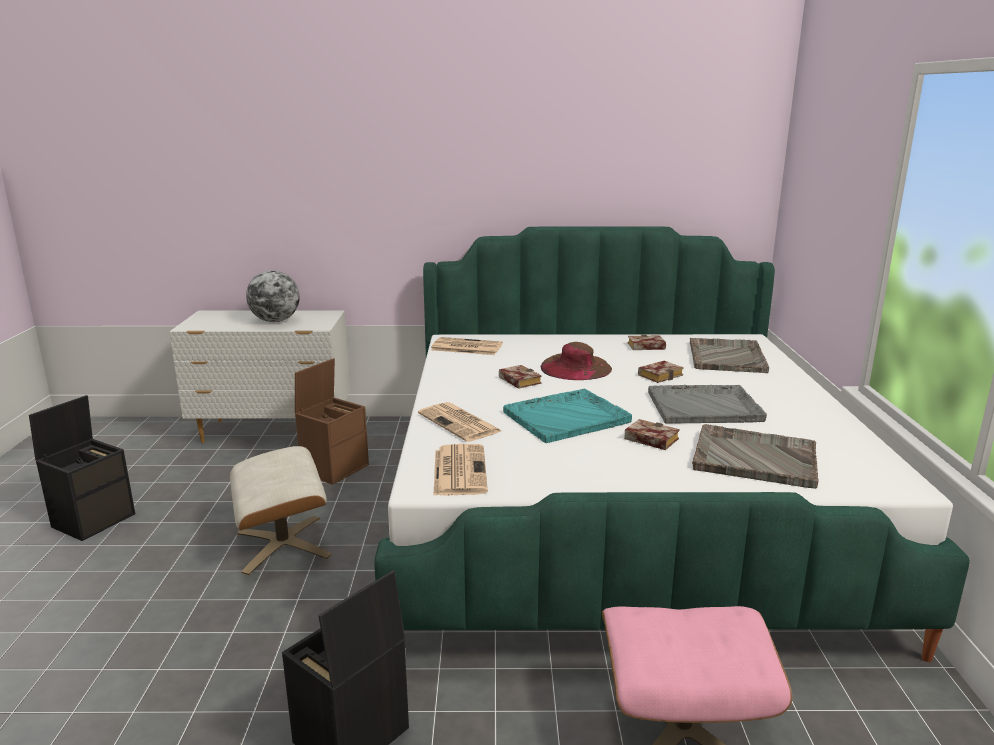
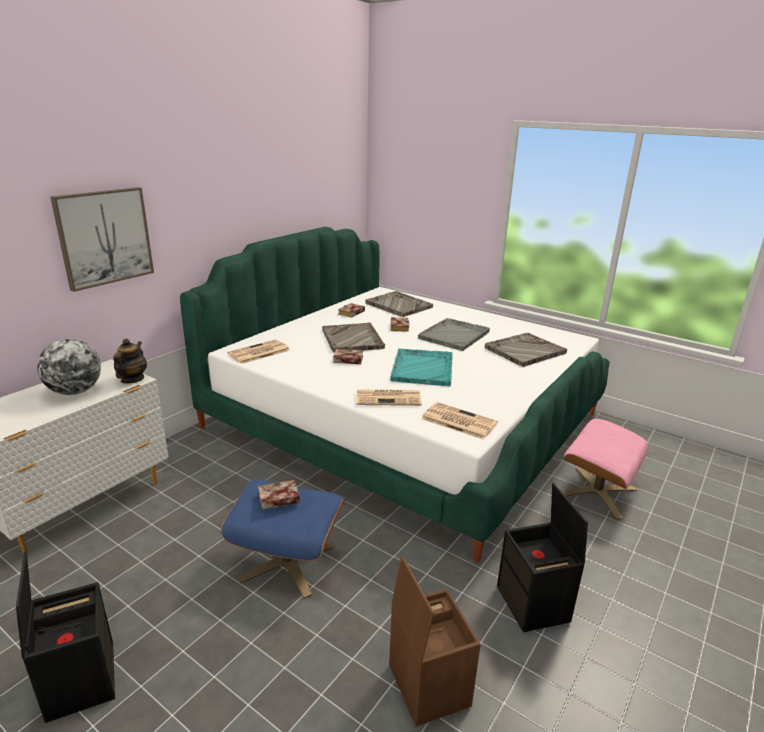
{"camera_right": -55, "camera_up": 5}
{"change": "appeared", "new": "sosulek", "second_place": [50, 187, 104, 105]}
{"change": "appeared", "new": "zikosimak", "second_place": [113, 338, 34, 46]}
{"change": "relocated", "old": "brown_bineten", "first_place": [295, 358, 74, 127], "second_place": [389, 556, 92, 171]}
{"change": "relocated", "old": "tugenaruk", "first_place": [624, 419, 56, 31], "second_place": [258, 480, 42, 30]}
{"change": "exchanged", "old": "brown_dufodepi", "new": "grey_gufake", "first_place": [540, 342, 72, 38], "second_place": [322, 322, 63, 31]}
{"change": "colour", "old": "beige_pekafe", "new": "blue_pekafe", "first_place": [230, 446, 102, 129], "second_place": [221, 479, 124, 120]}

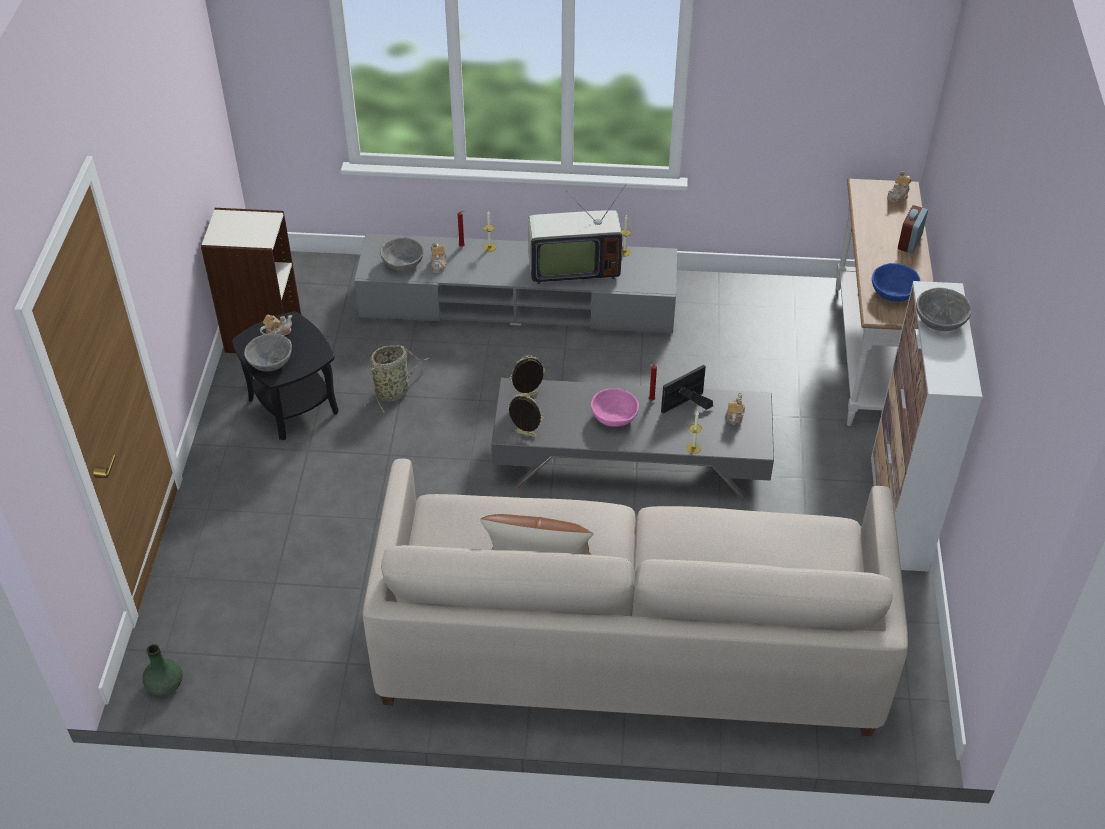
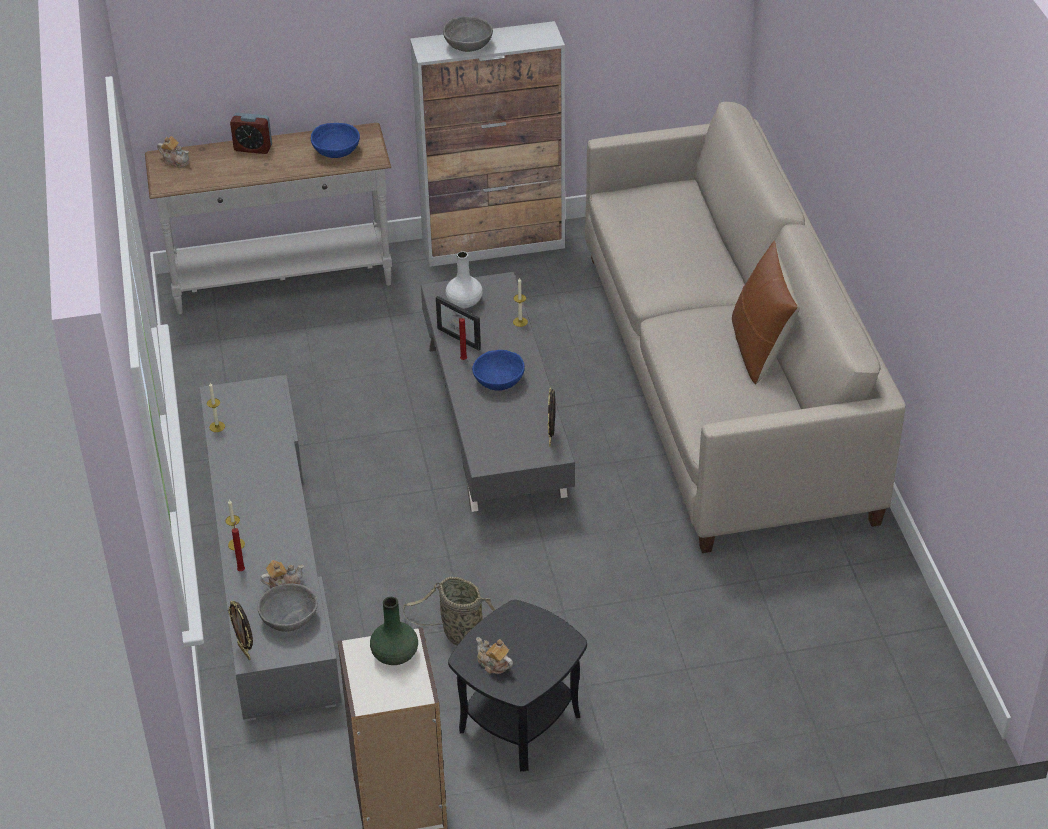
{"camera_right": -105, "camera_up": -5}
{"change": "missing", "old": "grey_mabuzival", "first_place": [244, 333, 48, 38]}
{"change": "missing", "old": "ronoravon", "first_place": [528, 184, 98, 100]}
{"change": "relocated", "old": "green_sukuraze", "first_place": [142, 644, 41, 52], "second_place": [370, 597, 48, 68]}
{"change": "relocated", "old": "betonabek", "first_place": [509, 355, 36, 42], "second_place": [228, 601, 25, 59]}
{"change": "exchanged", "old": "zikosimak", "new": "white_sukuraze", "first_place": [725, 393, 20, 32], "second_place": [446, 251, 37, 57]}
{"change": "colour", "old": "pink_mabuzival", "new": "blue_mabuzival", "first_place": [591, 388, 48, 39], "second_place": [472, 350, 53, 41]}

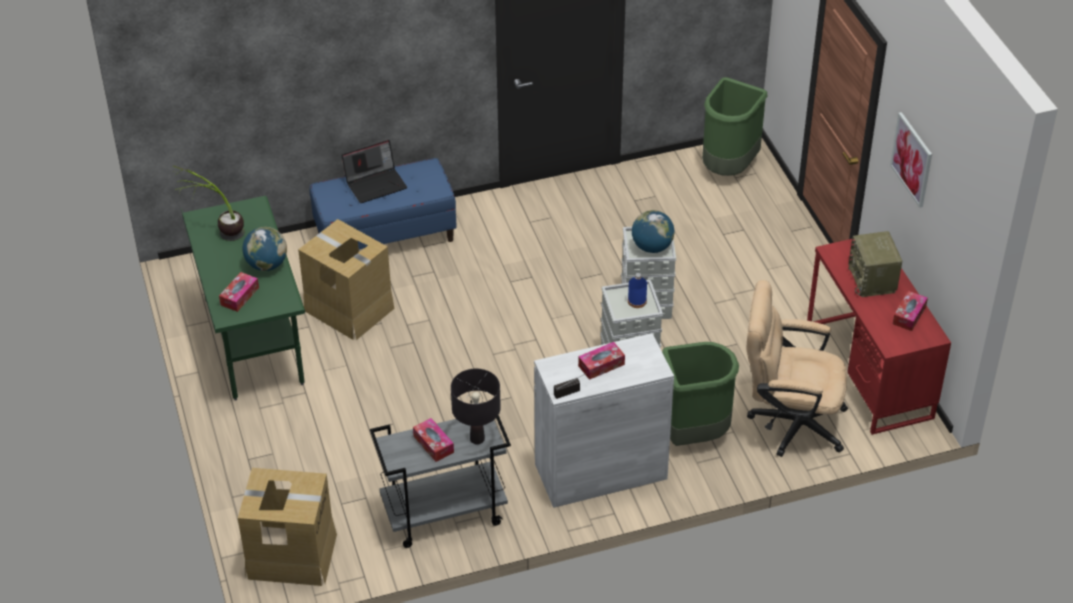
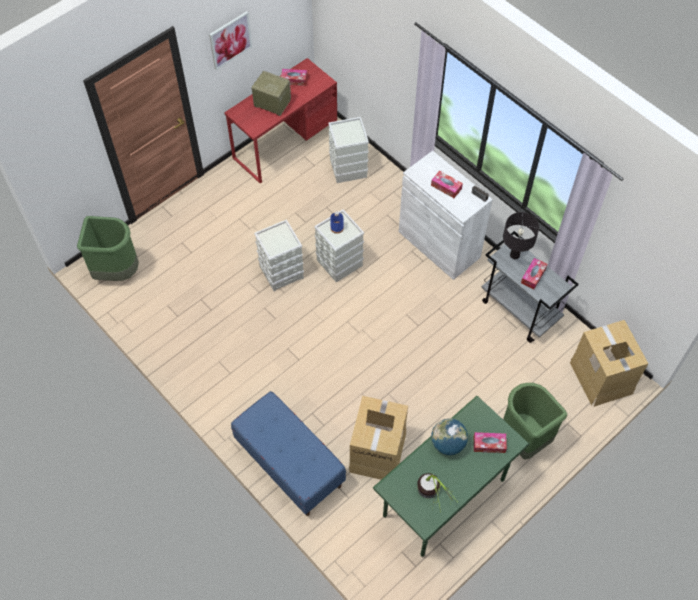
{"camera_right": -115, "camera_up": 15}
{"change": "missing", "old": "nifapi", "first_place": [342, 140, 65, 63]}
{"change": "missing", "old": "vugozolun", "first_place": [632, 210, 42, 43]}
{"change": "relocated", "old": "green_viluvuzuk", "first_place": [662, 342, 77, 104], "second_place": [503, 383, 64, 76]}
{"change": "exchanged", "old": "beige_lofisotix", "new": "grey_bineten", "first_place": [747, 280, 101, 177], "second_place": [329, 117, 40, 66]}
{"change": "spun", "old": "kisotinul", "first_place": [848, 231, 54, 66], "second_place": [251, 71, 40, 45], "degrees": -120}

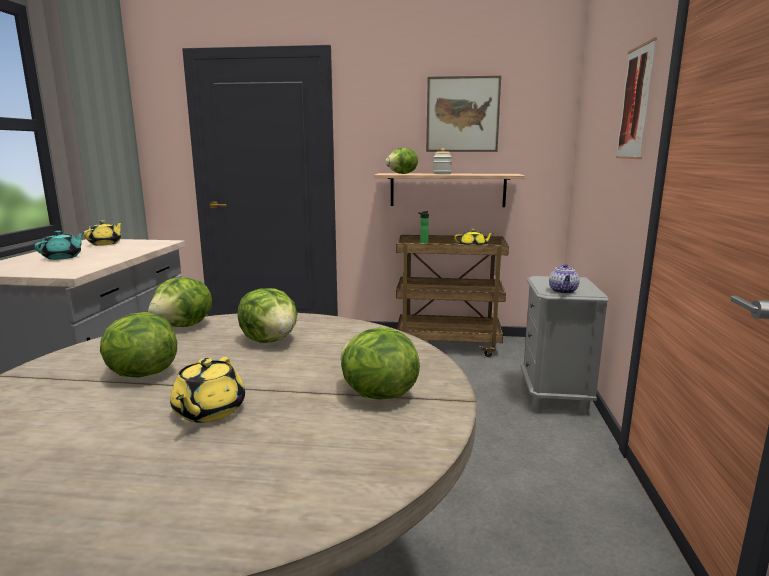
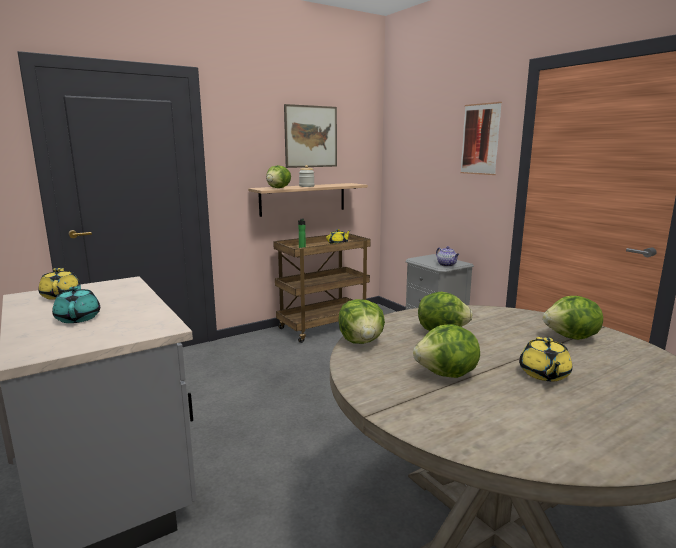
{"camera_right": -40, "camera_up": 0}
{"change": "spun", "old": "yellow_zikosimak", "first_place": [170, 357, 75, 66], "second_place": [519, 337, 53, 44], "degrees": 45}

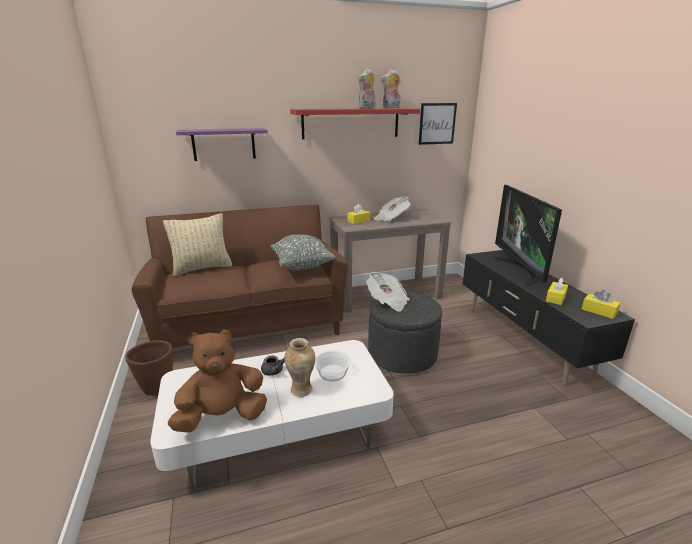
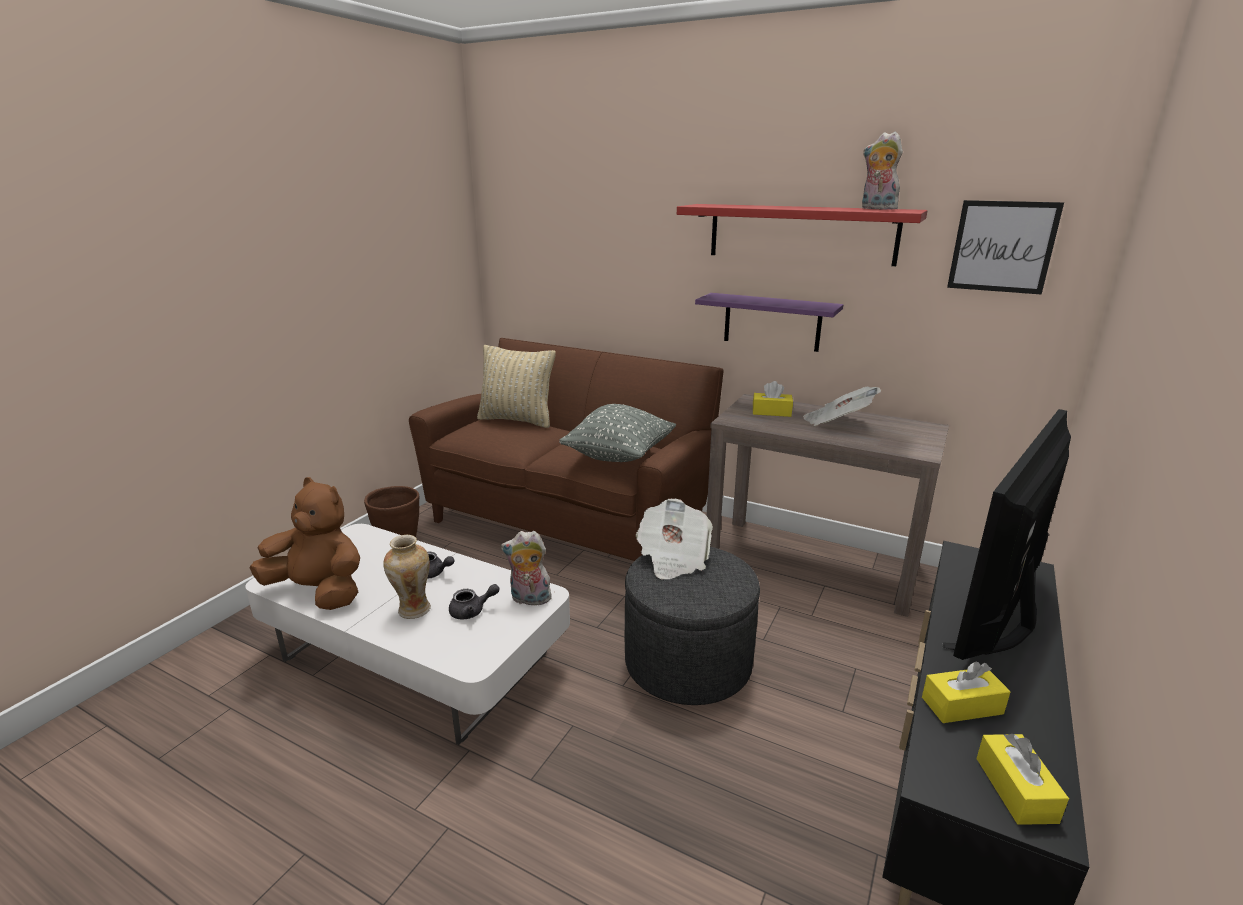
{"camera_right": 45, "camera_up": 0}
{"change": "relocated", "old": "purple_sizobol", "first_place": [176, 128, 92, 33], "second_place": [695, 293, 148, 59]}
{"change": "relocated", "old": "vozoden", "first_place": [358, 69, 17, 40], "second_place": [501, 531, 51, 75]}
{"change": "exchanged", "old": "mabuzival", "new": "grey_zikosimak", "first_place": [314, 351, 37, 30], "second_place": [449, 584, 51, 36]}

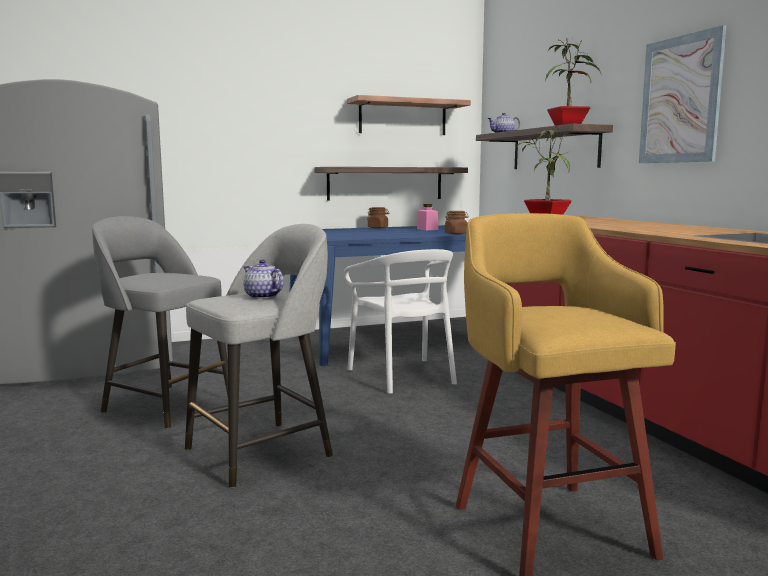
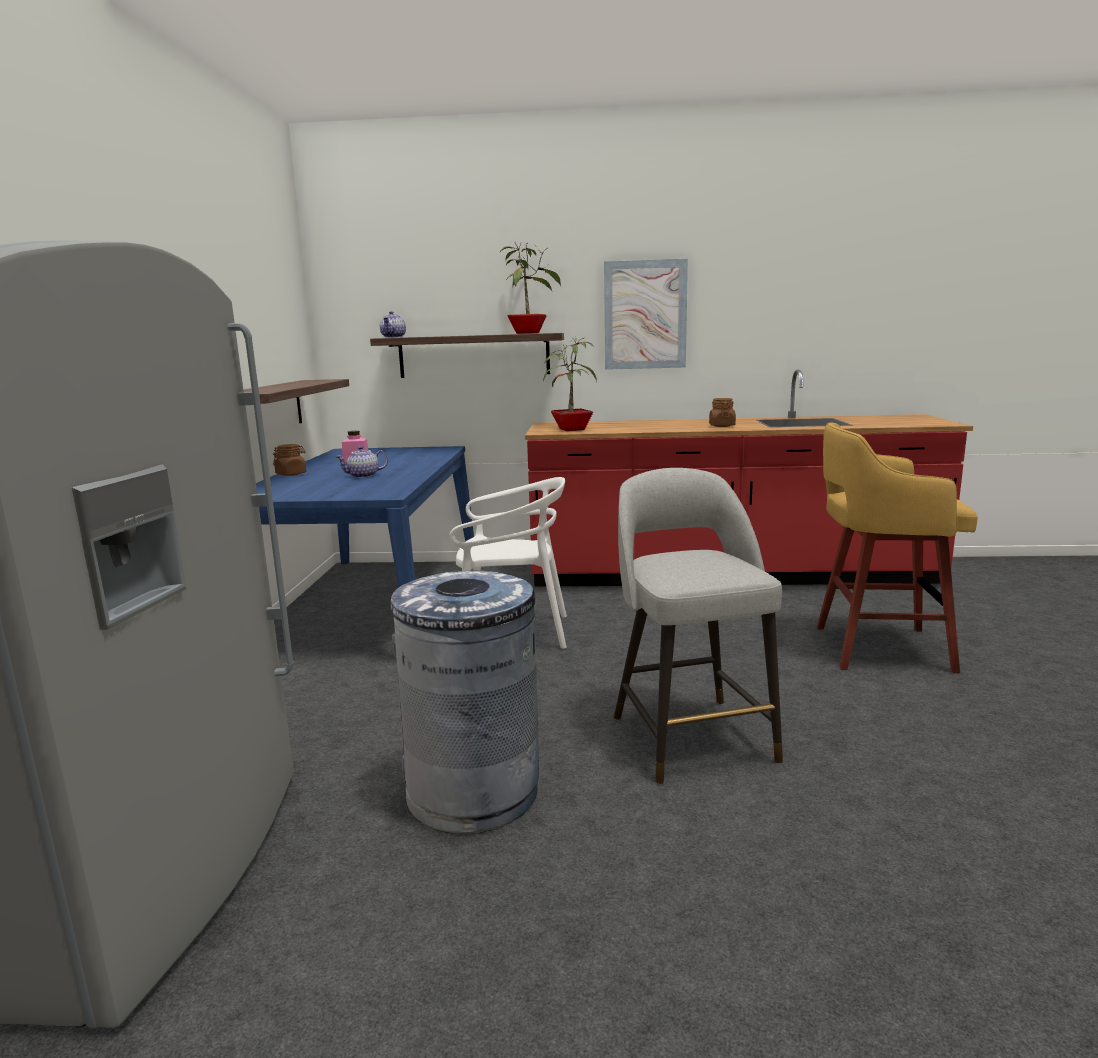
{"camera_right": -65, "camera_up": 5}
{"change": "missing", "old": "sizobol", "first_place": [347, 95, 124, 40]}
{"change": "relocated", "old": "zikosimak", "first_place": [243, 260, 41, 39], "second_place": [335, 446, 53, 32]}
{"change": "relocated", "old": "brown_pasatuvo", "first_place": [445, 211, 24, 23], "second_place": [709, 398, 27, 29]}
{"change": "exchanged", "old": "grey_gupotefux", "new": "grey_viluvuzuk", "first_place": [92, 216, 136, 213], "second_place": [391, 571, 148, 263]}

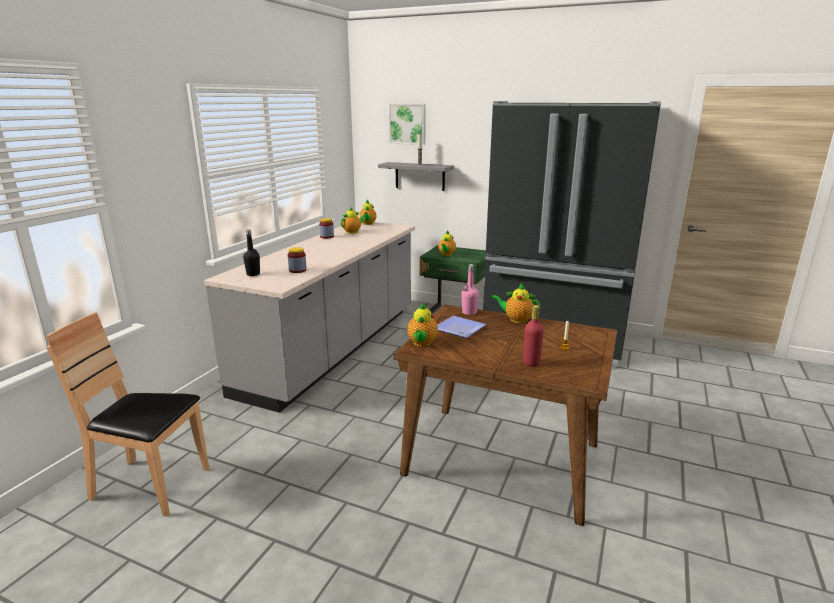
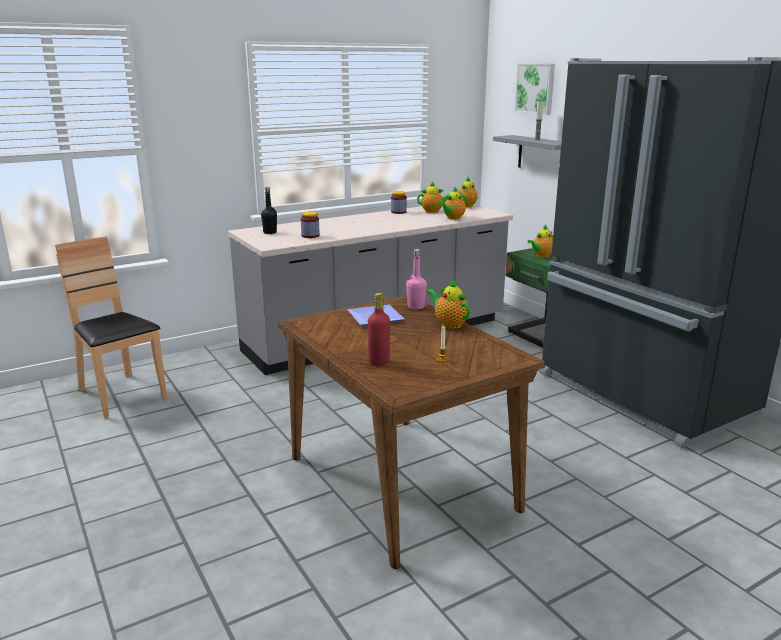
{"camera_right": 35, "camera_up": 0}
{"change": "relocated", "old": "zikosimak", "first_place": [408, 303, 30, 44], "second_place": [439, 187, 27, 33]}

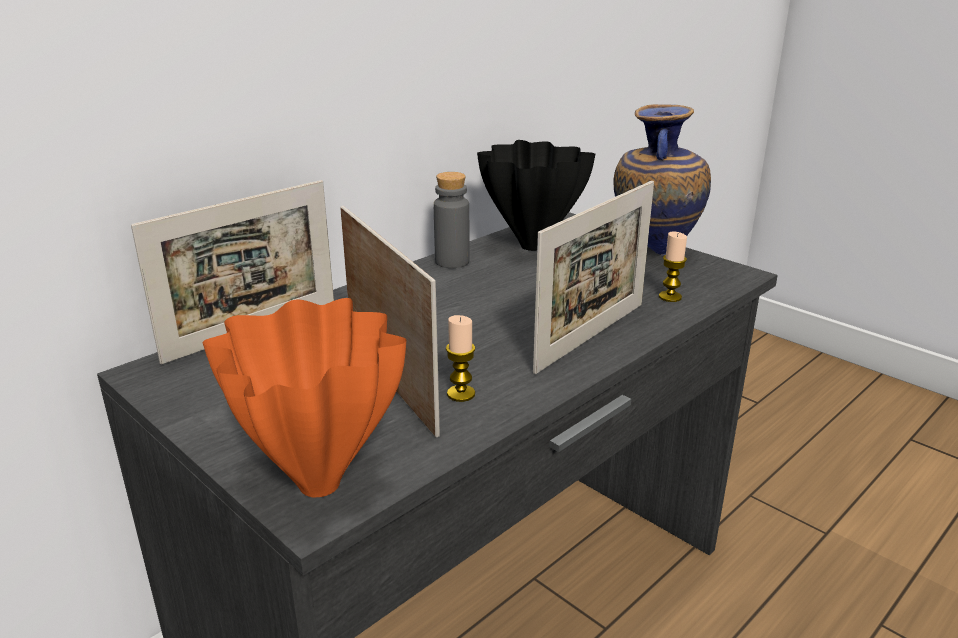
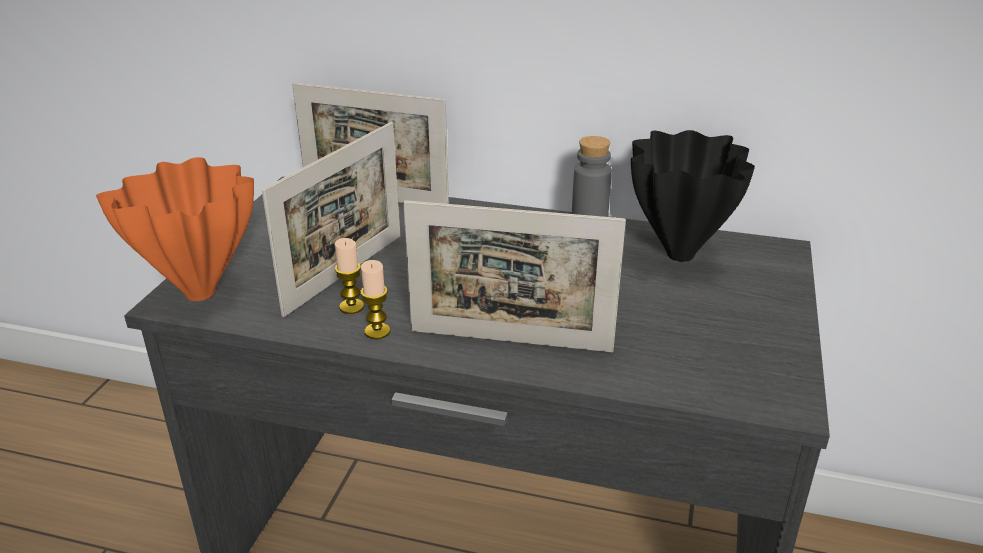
{"camera_right": 60, "camera_up": 5}
{"change": "missing", "old": "sukuraze", "first_place": [613, 104, 98, 152]}
{"change": "relocated", "old": "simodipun", "first_place": [659, 231, 28, 71], "second_place": [360, 260, 31, 79]}

